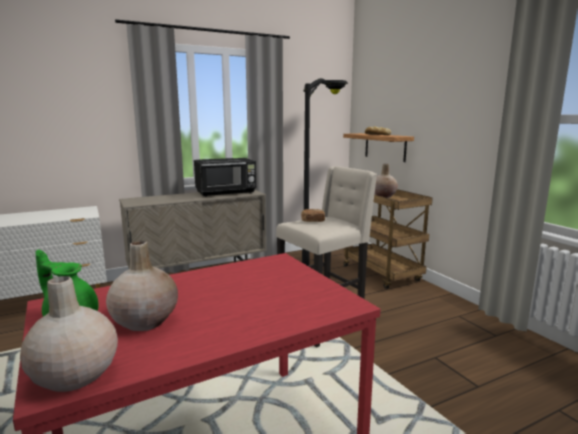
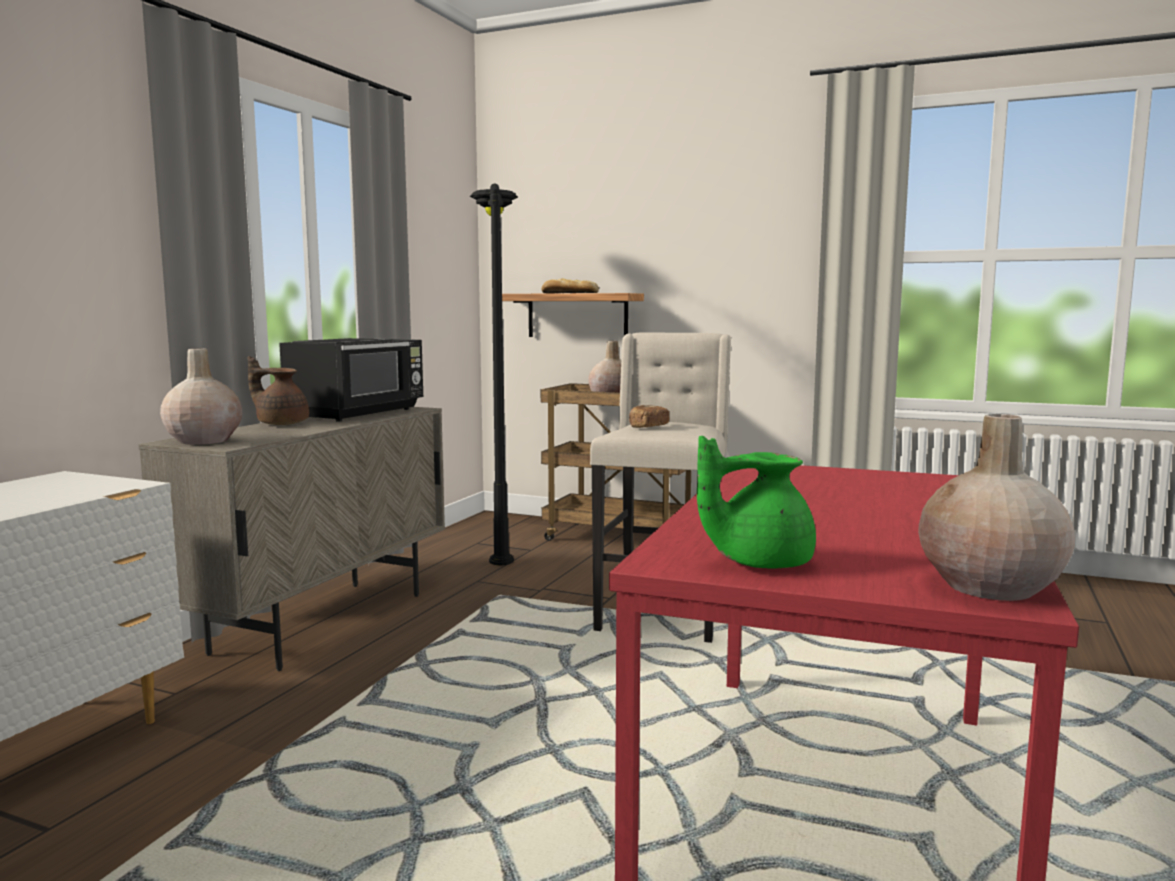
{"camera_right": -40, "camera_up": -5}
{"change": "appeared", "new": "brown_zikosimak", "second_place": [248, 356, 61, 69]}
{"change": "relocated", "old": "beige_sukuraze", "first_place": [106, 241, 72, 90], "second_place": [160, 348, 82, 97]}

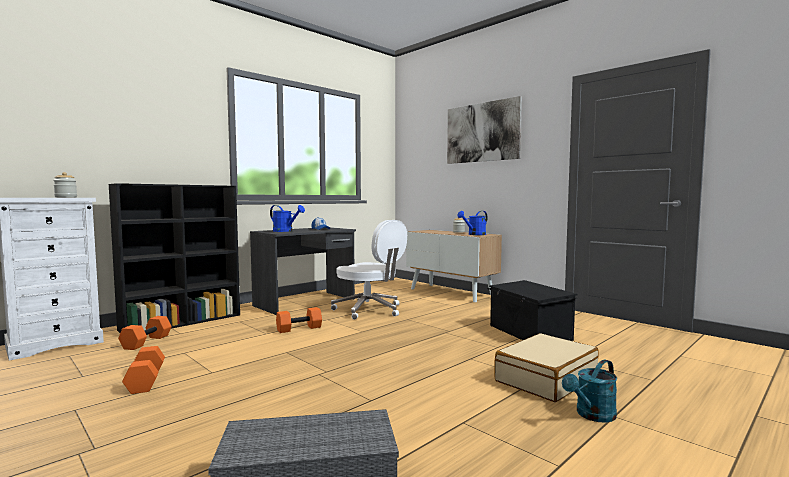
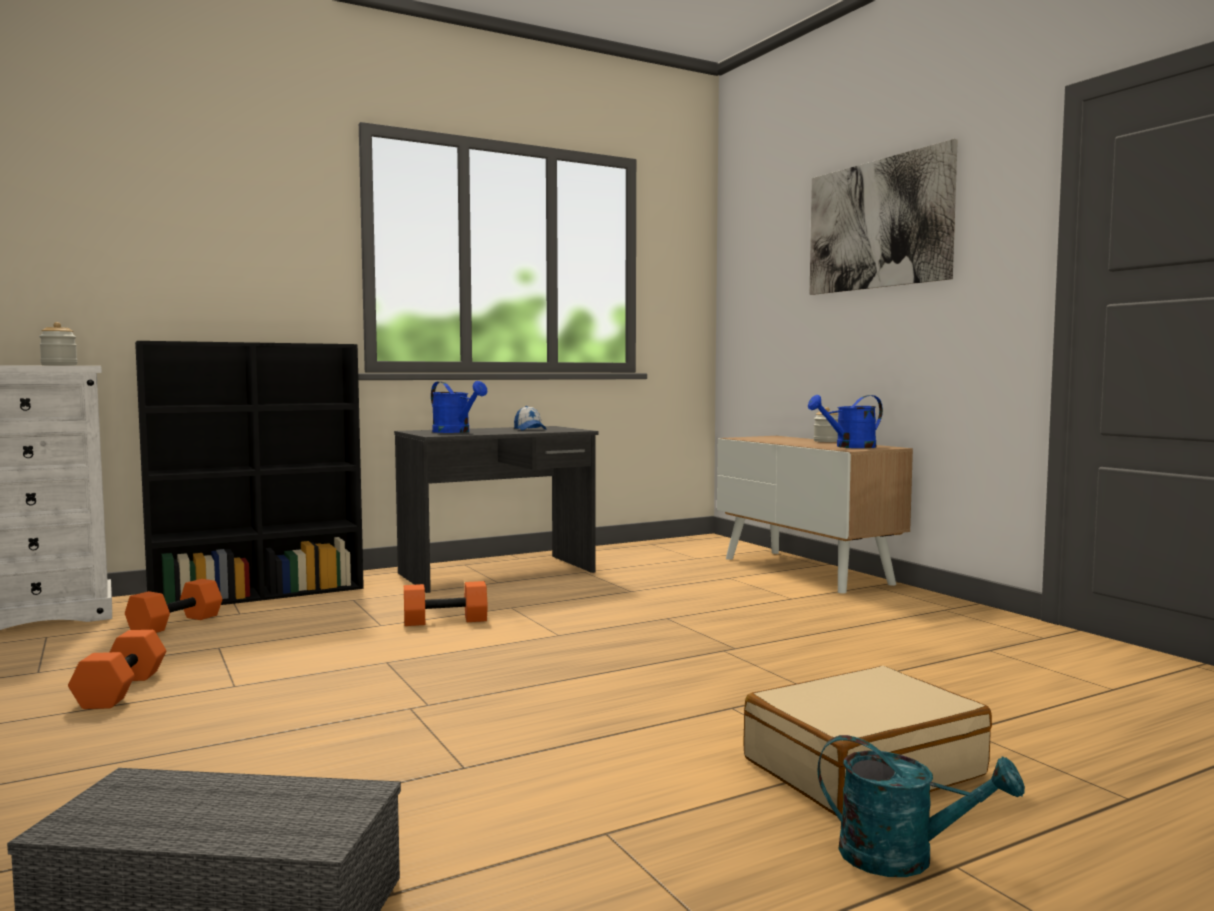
{"camera_right": 15, "camera_up": 0}
{"change": "missing", "old": "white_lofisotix", "first_place": [331, 220, 76, 100]}
{"change": "missing", "old": "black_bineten", "first_place": [488, 280, 90, 61]}
{"change": "spun", "old": "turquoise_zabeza", "first_place": [562, 359, 55, 64], "second_place": [817, 735, 208, 142], "degrees": -135}

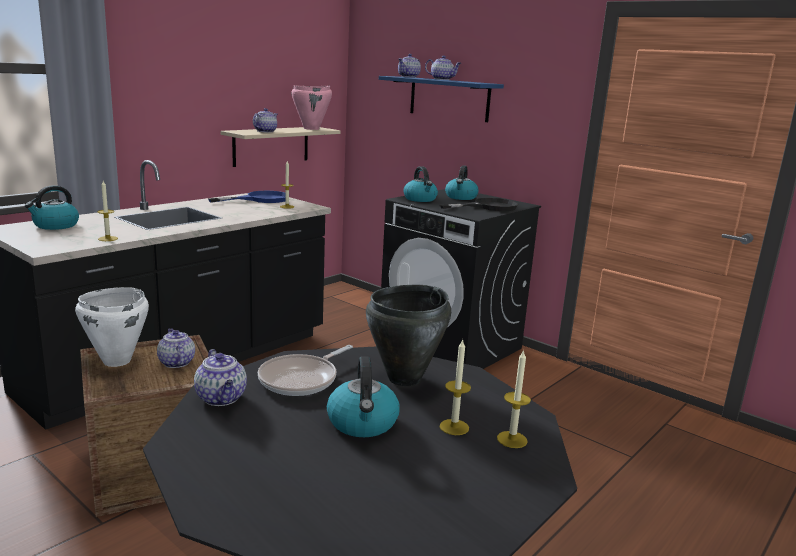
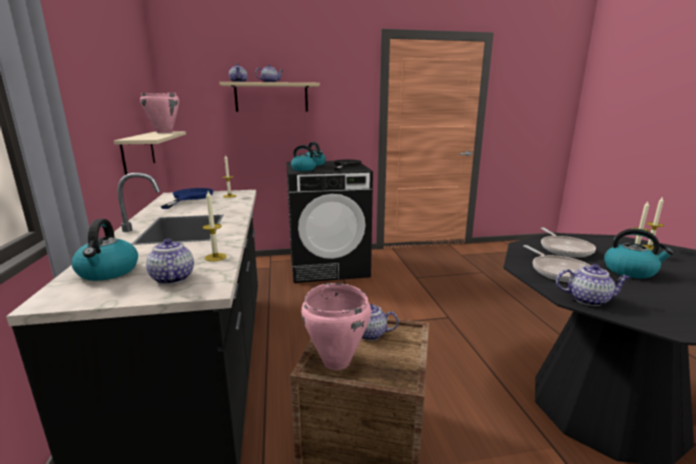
{"camera_right": -50, "camera_up": 0}
{"change": "relocated", "old": "zikosimak", "first_place": [253, 108, 24, 25], "second_place": [146, 238, 48, 46]}
{"change": "exchanged", "old": "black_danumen", "new": "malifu", "first_place": [366, 285, 85, 101], "second_place": [541, 228, 55, 29]}
{"change": "colour", "old": "white_danumen", "new": "pink_danumen", "first_place": [75, 287, 74, 80], "second_place": [301, 283, 70, 87]}
{"change": "colour", "old": "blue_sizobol", "new": "beige_sizobol", "first_place": [379, 76, 125, 46], "second_place": [219, 82, 101, 30]}

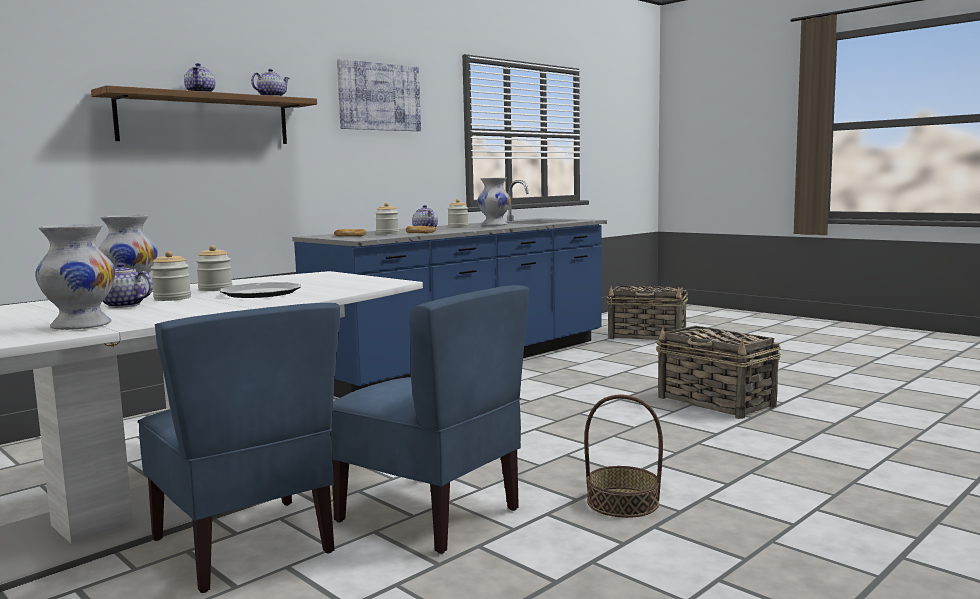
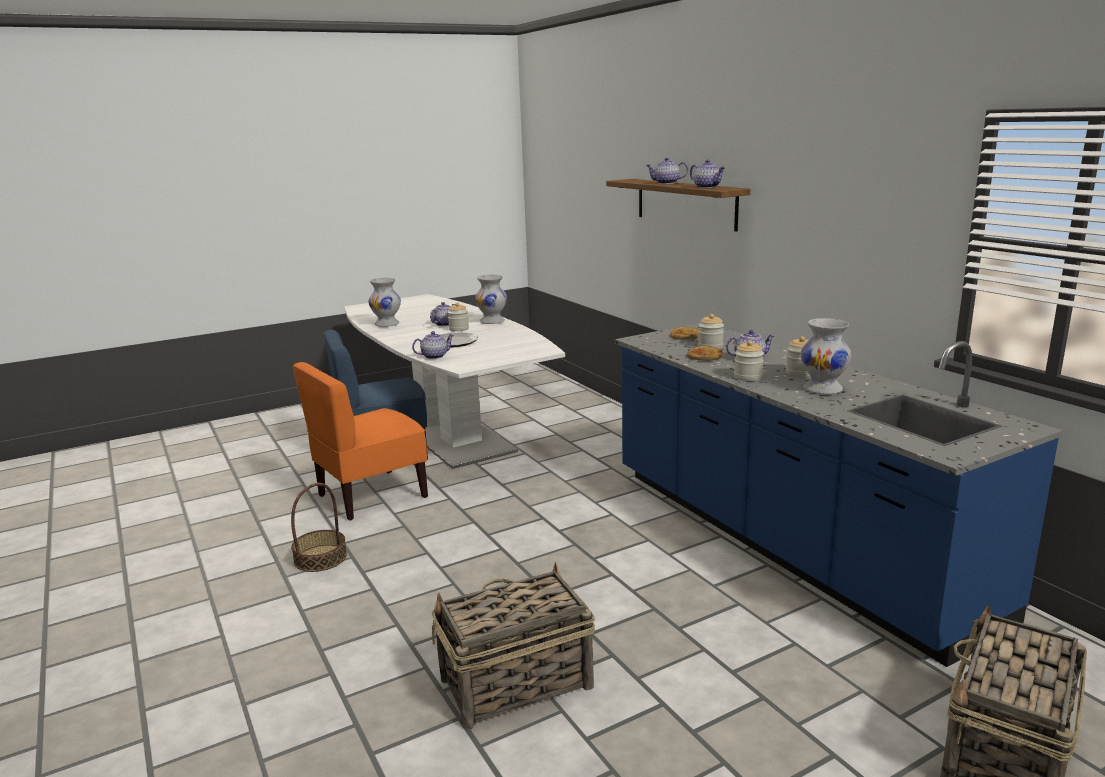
{"camera_right": 105, "camera_up": 10}
{"change": "missing", "old": "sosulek", "first_place": [337, 59, 84, 72]}
{"change": "appeared", "new": "zikosimak", "second_place": [412, 331, 42, 28]}
{"change": "relocated", "old": "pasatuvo", "first_place": [196, 245, 37, 46], "second_place": [734, 340, 30, 41]}
{"change": "colour", "old": "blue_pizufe", "new": "orange_pizufe", "first_place": [330, 285, 199, 269], "second_place": [293, 362, 135, 159]}

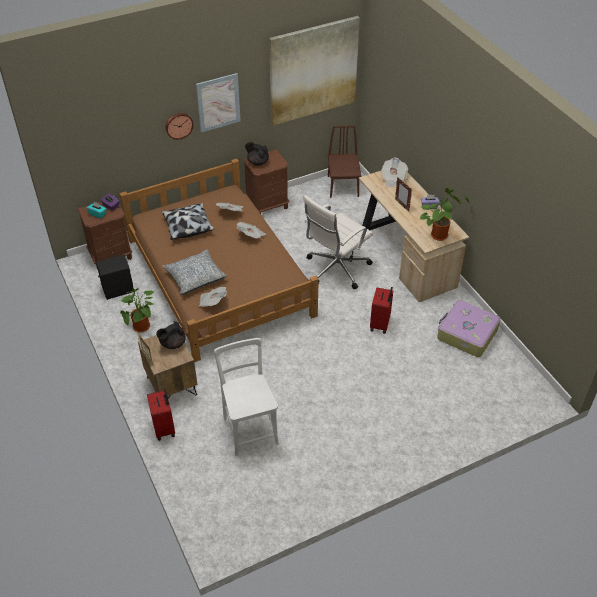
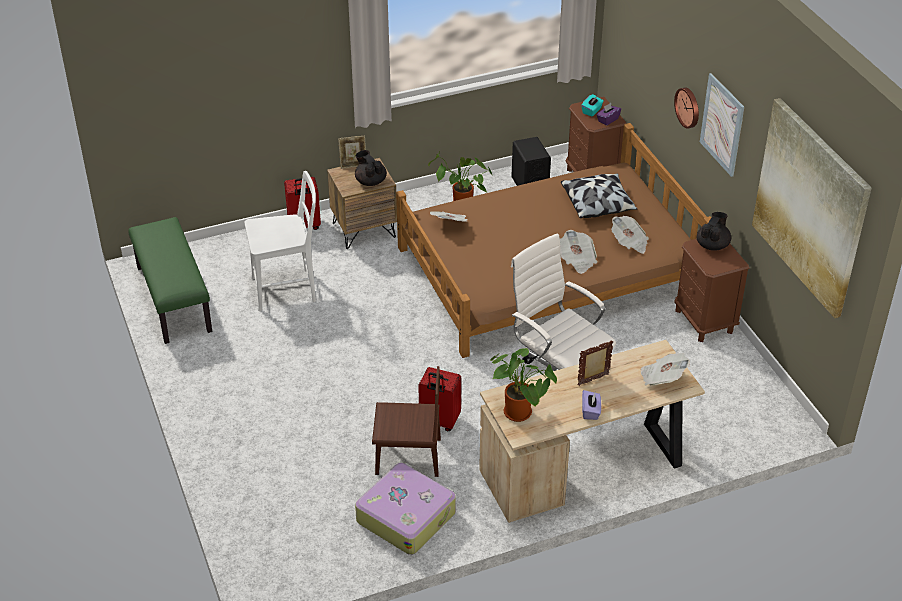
{"camera_right": 95, "camera_up": -5}
{"change": "missing", "old": "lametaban", "first_place": [162, 249, 66, 46]}
{"change": "appeared", "new": "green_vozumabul", "second_place": [128, 217, 84, 127]}
{"change": "relocated", "old": "brown_pizufe", "first_place": [328, 125, 33, 73], "second_place": [372, 366, 69, 111]}

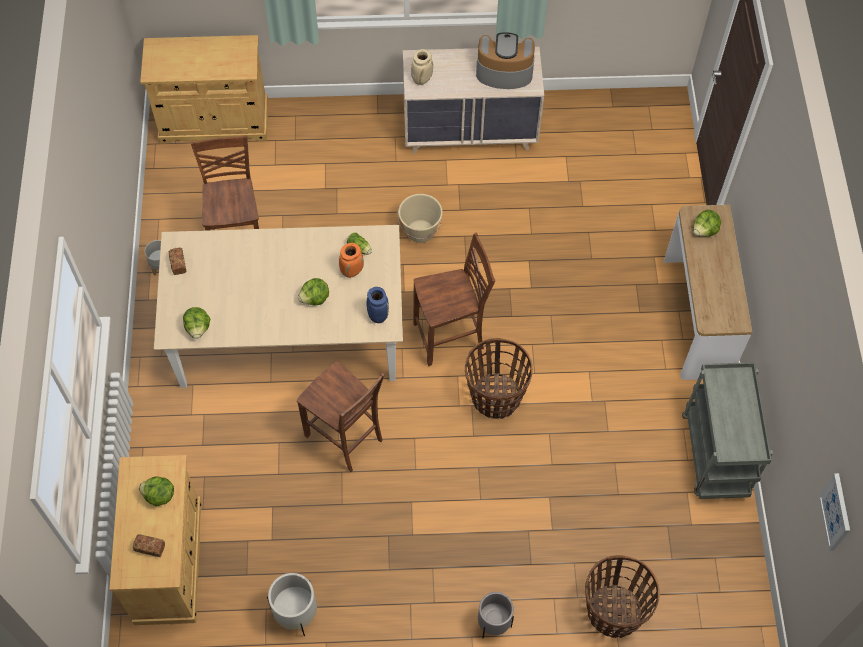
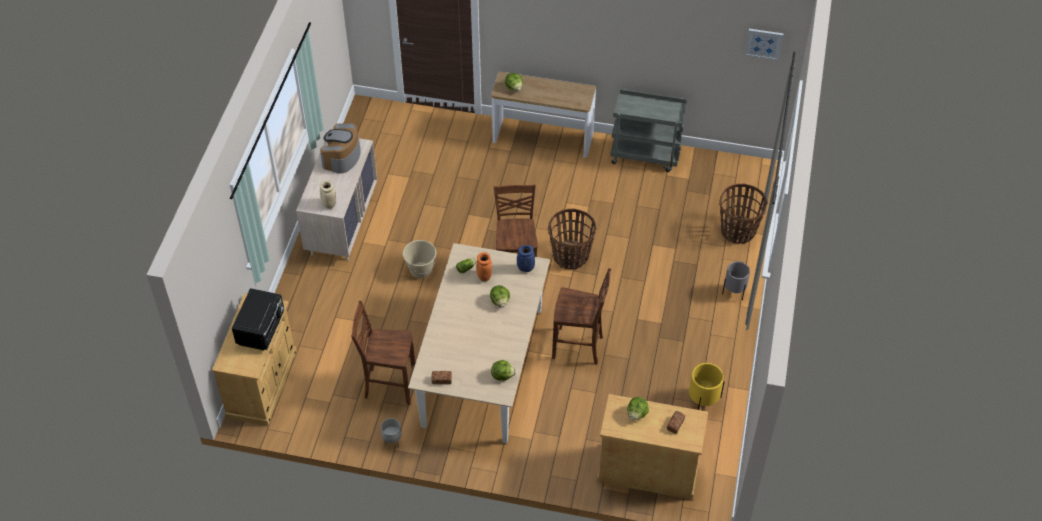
{"camera_right": -75, "camera_up": -10}
{"change": "appeared", "new": "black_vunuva", "second_place": [232, 288, 52, 62]}
{"change": "colour", "old": "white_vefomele", "new": "yellow_vefomele", "first_place": [267, 573, 50, 63], "second_place": [689, 363, 36, 47]}
{"change": "spun", "old": "brown_pizufe", "first_place": [297, 361, 88, 111], "second_place": [552, 268, 59, 97], "degrees": 45}

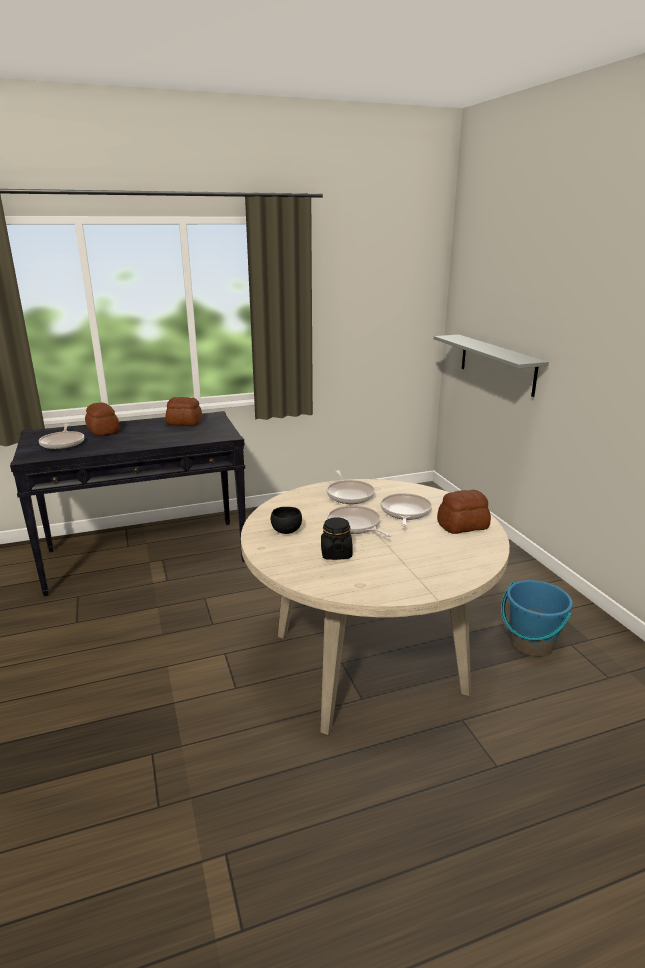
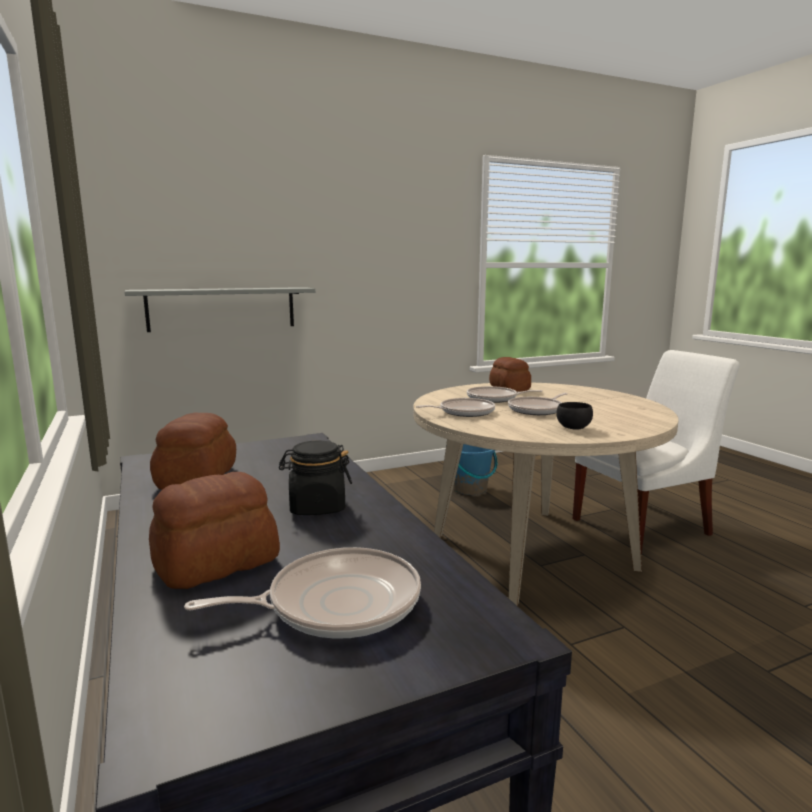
{"camera_right": -95, "camera_up": -10}
{"change": "appeared", "new": "white_pizufe", "second_place": [573, 350, 167, 204]}
{"change": "relocated", "old": "black_pasatuvo", "first_place": [321, 517, 31, 43], "second_place": [279, 441, 73, 74]}

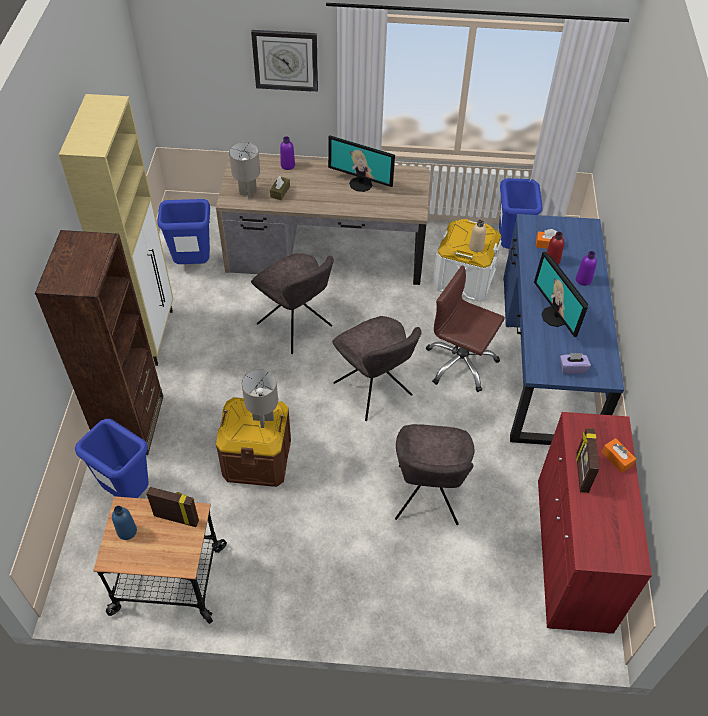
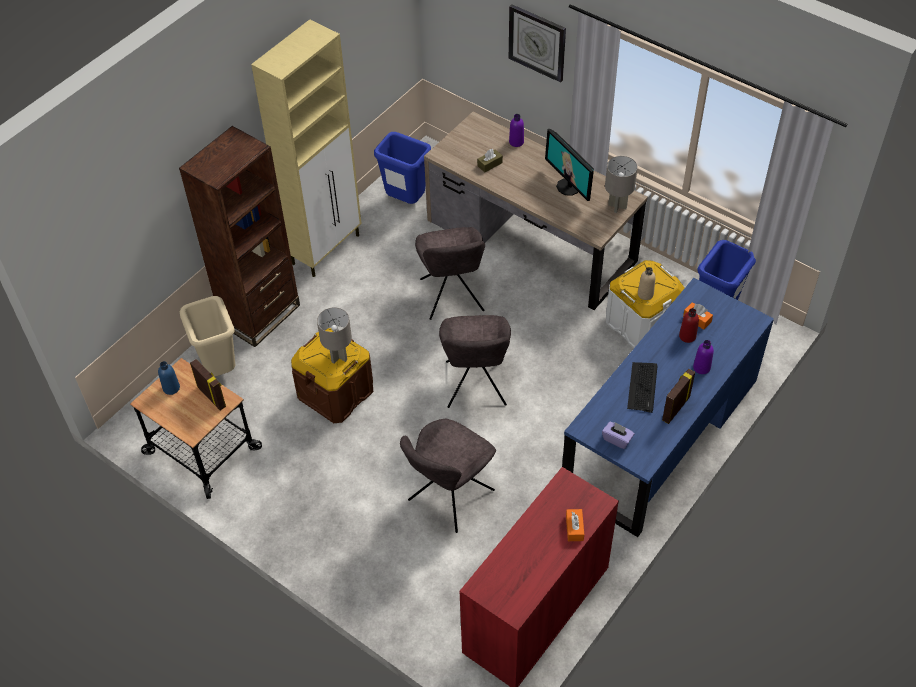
{"camera_right": 35, "camera_up": 0}
{"change": "missing", "old": "brown_lofisotix", "first_place": [426, 265, 79, 127]}
{"change": "relocated", "old": "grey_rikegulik", "first_place": [229, 142, 31, 57], "second_place": [605, 156, 33, 57]}
{"change": "relocated", "old": "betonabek", "first_place": [576, 428, 23, 65], "second_place": [662, 369, 33, 55]}
{"change": "exchanged", "old": "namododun", "new": "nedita", "first_place": [534, 252, 54, 85], "second_place": [627, 362, 30, 51]}
{"change": "colour", "old": "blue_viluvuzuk", "new": "beige_viluvuzuk", "first_place": [75, 419, 74, 79], "second_place": [180, 296, 56, 81]}

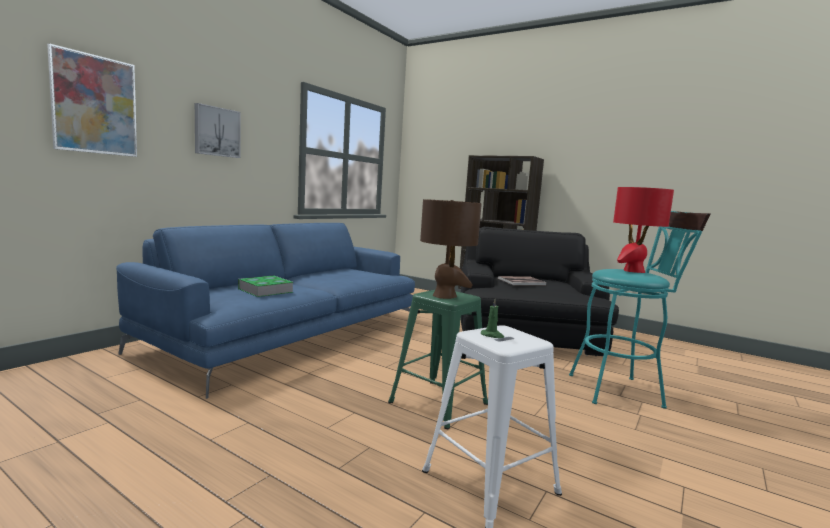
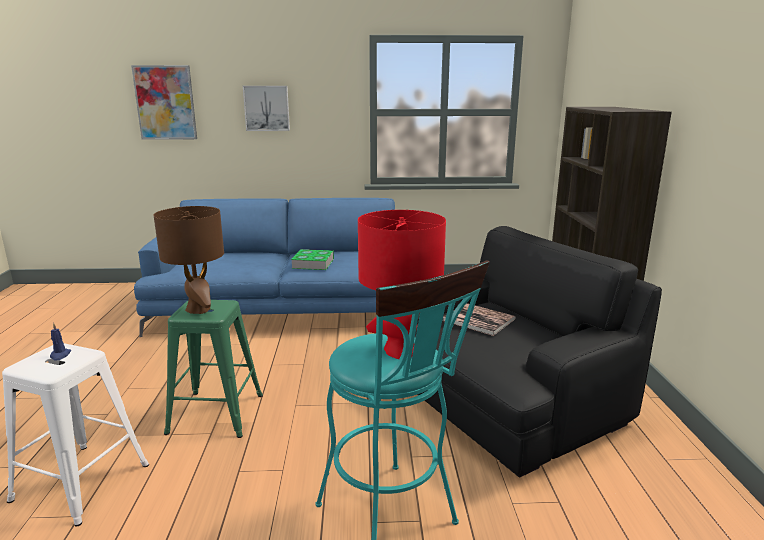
{"camera_right": 55, "camera_up": 10}
{"change": "relocated", "old": "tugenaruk", "first_place": [238, 275, 56, 22], "second_place": [291, 249, 43, 21]}
{"change": "colour", "old": "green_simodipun", "new": "blue_simodipun", "first_place": [481, 299, 23, 39], "second_place": [50, 323, 21, 38]}

